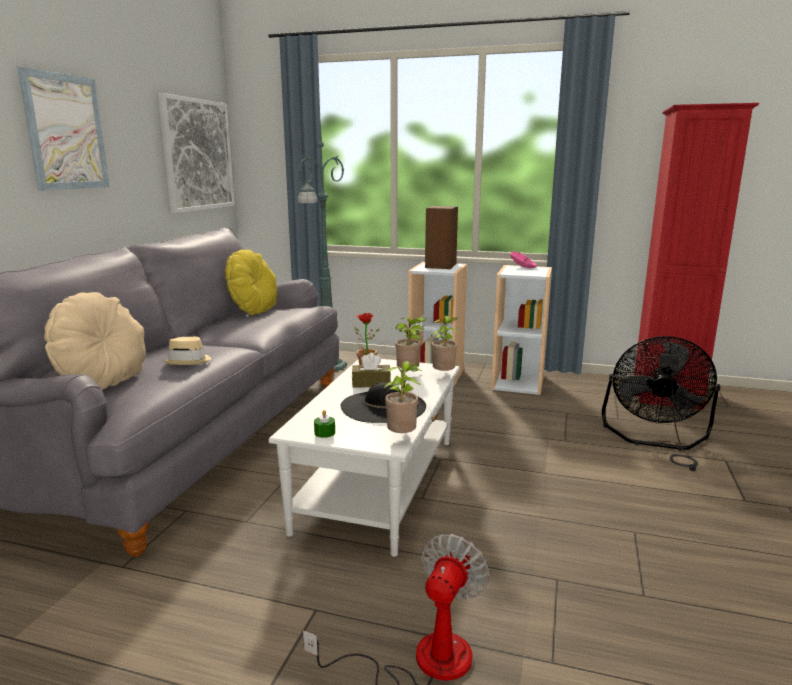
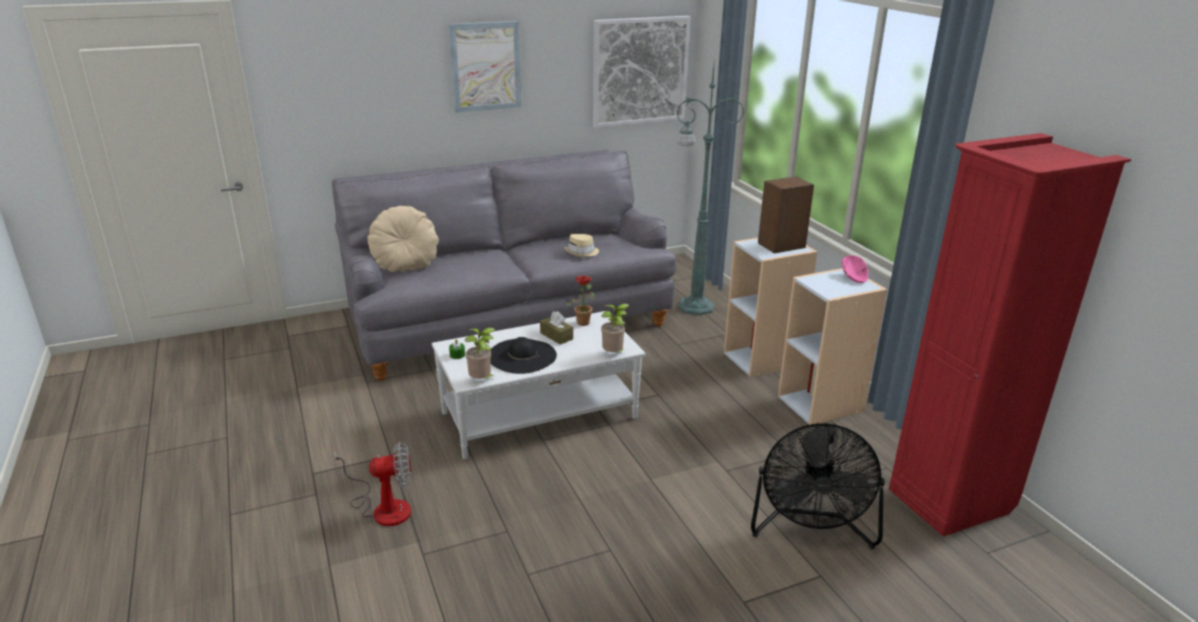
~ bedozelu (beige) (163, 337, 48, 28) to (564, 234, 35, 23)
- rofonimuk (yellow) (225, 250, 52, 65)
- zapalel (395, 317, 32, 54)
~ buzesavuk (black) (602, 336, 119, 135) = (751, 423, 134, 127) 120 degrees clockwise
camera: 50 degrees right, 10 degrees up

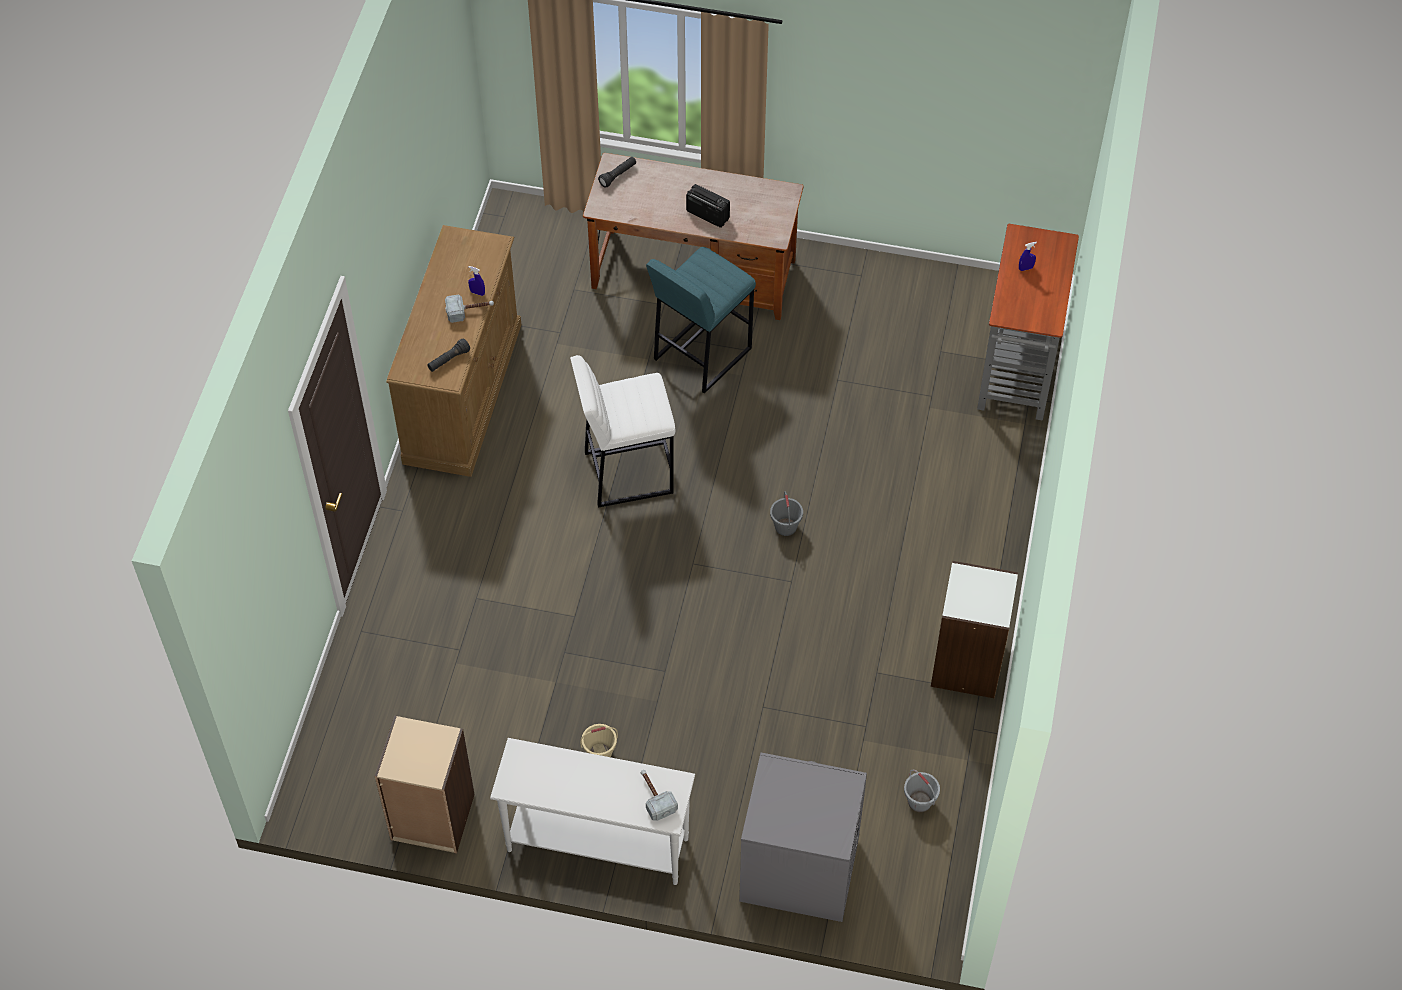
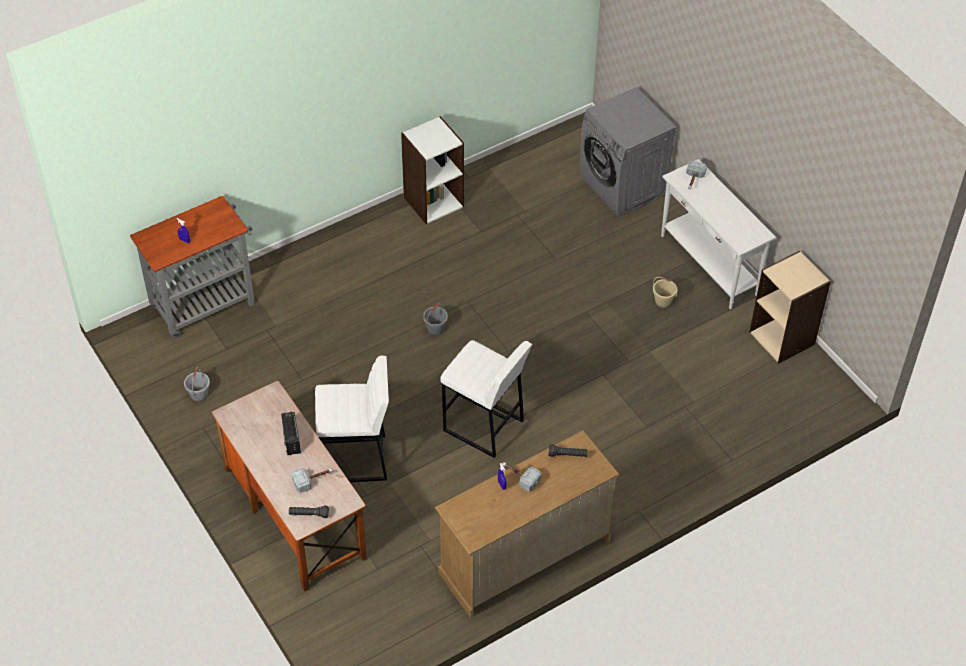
~ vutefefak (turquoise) (646, 247, 110, 147) to vutefefak (white) (315, 355, 74, 127)
~ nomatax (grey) (904, 769, 36, 43) to (184, 366, 26, 36)
+ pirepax (292, 468, 41, 25)
camera: 135 degrees left, 5 degrees down

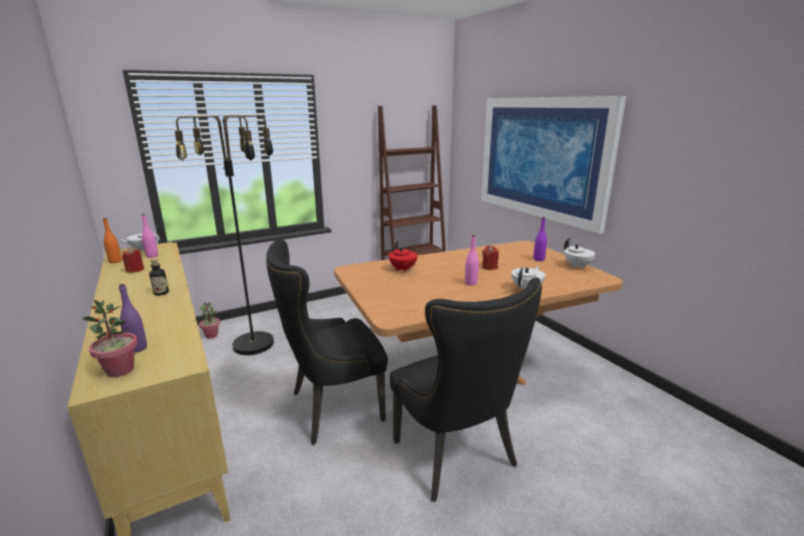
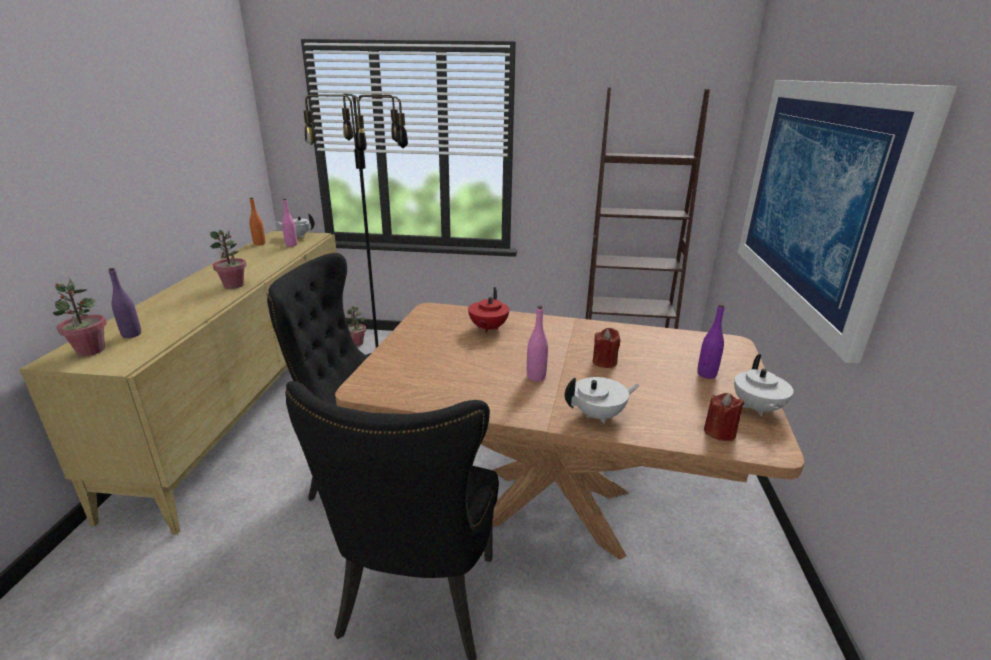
~ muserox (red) (122, 248, 22, 25) to (704, 393, 40, 48)
~ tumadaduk (149, 259, 20, 37) to zapalel (210, 230, 36, 59)
camera: 35 degrees right, 5 degrees up

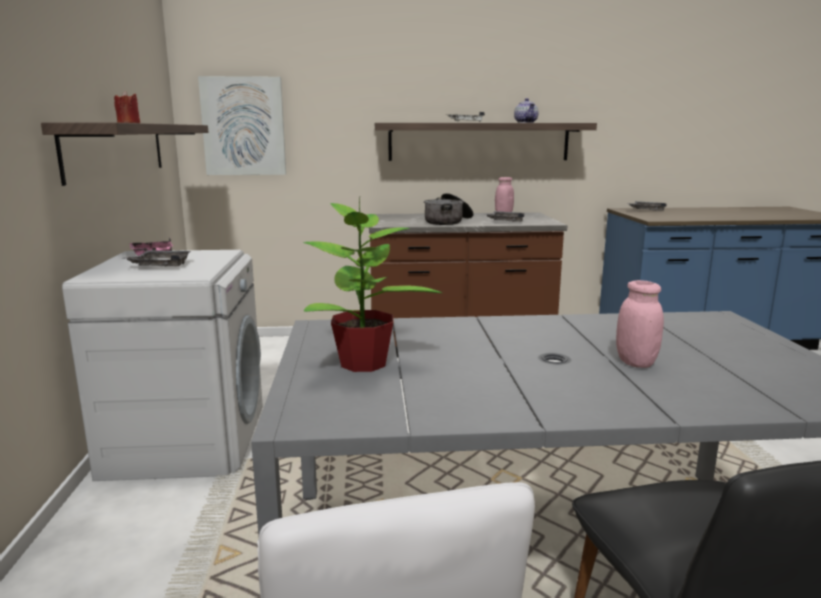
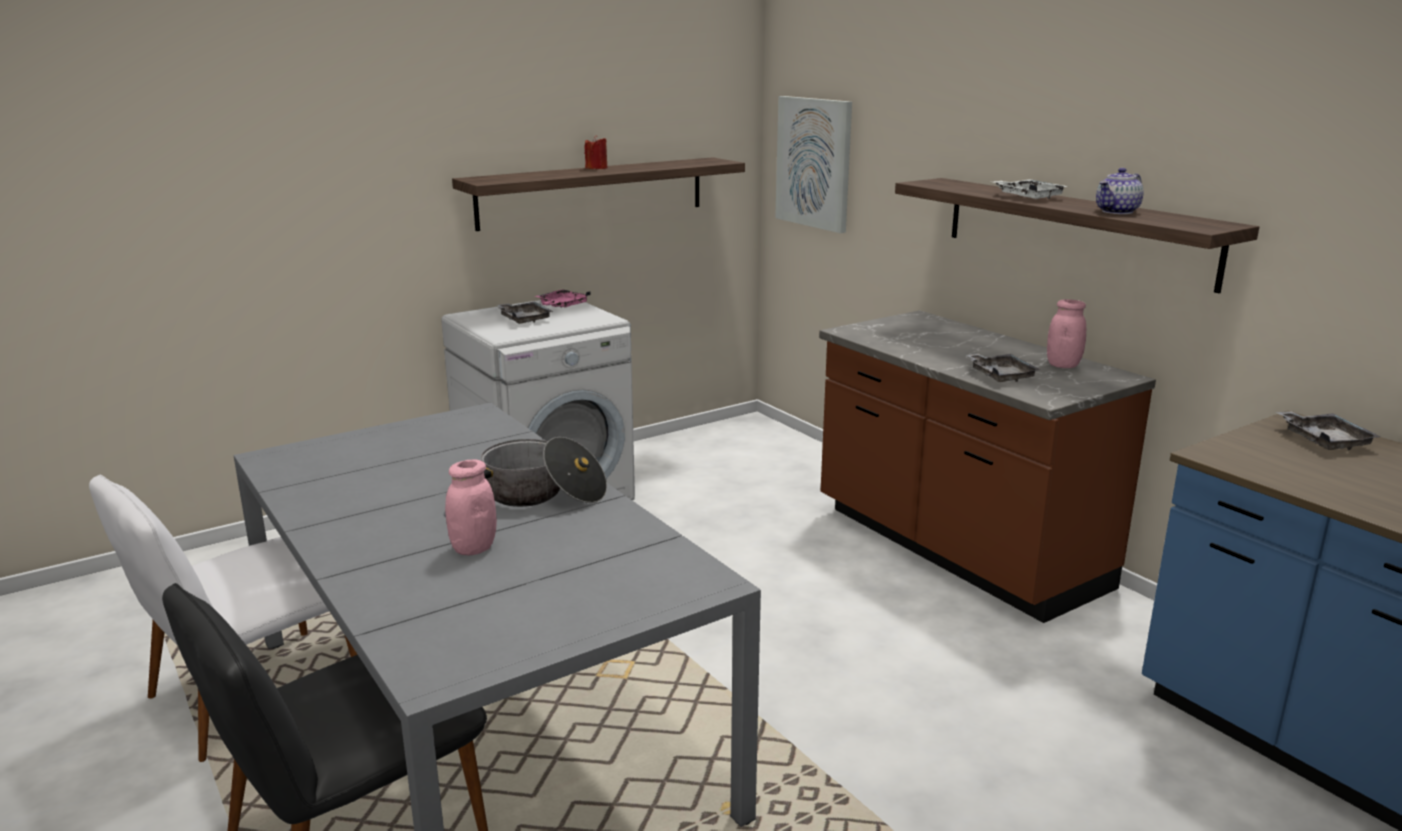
- zapalel (303, 198, 139, 174)
~ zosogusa (424, 193, 50, 32) to (481, 437, 126, 70)
camera: 60 degrees right, 5 degrees up

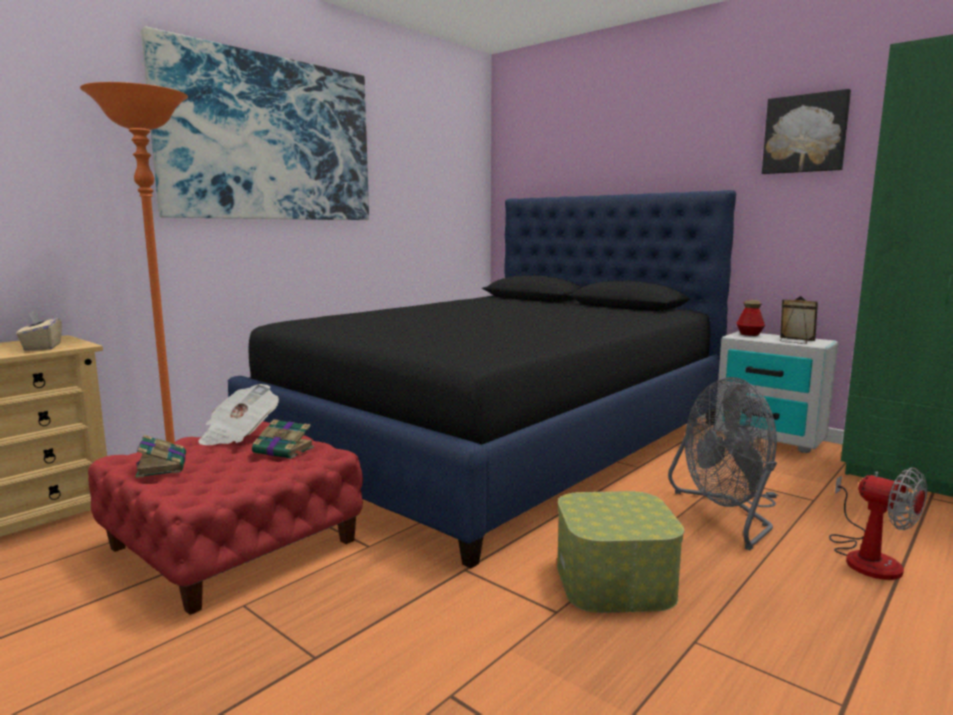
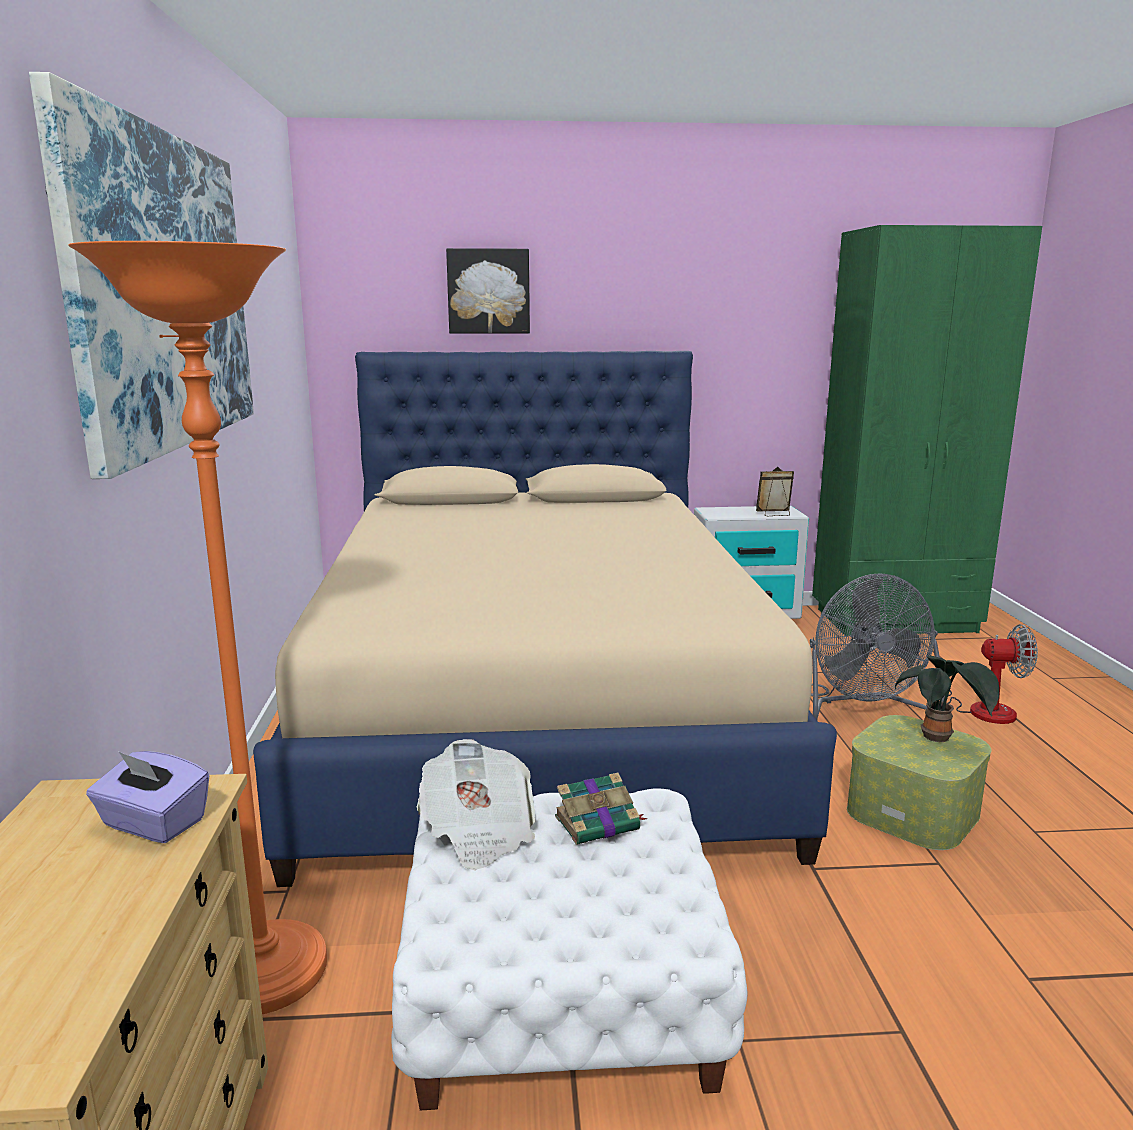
~ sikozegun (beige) (16, 310, 46, 41) to sikozegun (purple) (86, 751, 123, 92)
~ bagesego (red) (88, 421, 275, 194) to bagesego (white) (391, 789, 356, 321)
- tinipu (135, 435, 51, 43)
~ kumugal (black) (228, 190, 508, 378) to kumugal (beige) (253, 351, 584, 536)
~ buzesavuk (grey) (668, 377, 109, 173) = (810, 574, 135, 147) 45 degrees counterclockwise
- tumadaduk (736, 300, 29, 36)
~ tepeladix (762, 89, 89, 85) to (446, 248, 84, 86)
+ zapalel (895, 655, 104, 87)
camera: 45 degrees left, 5 degrees up

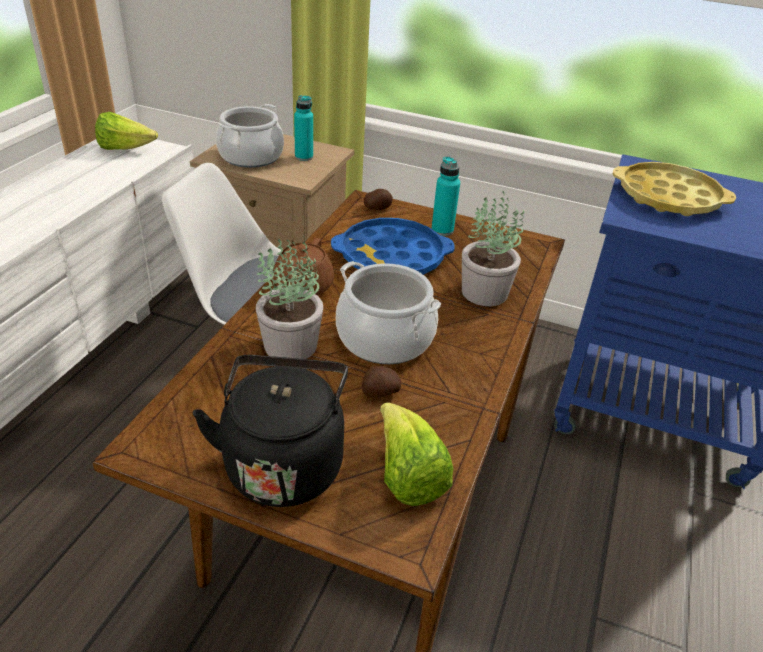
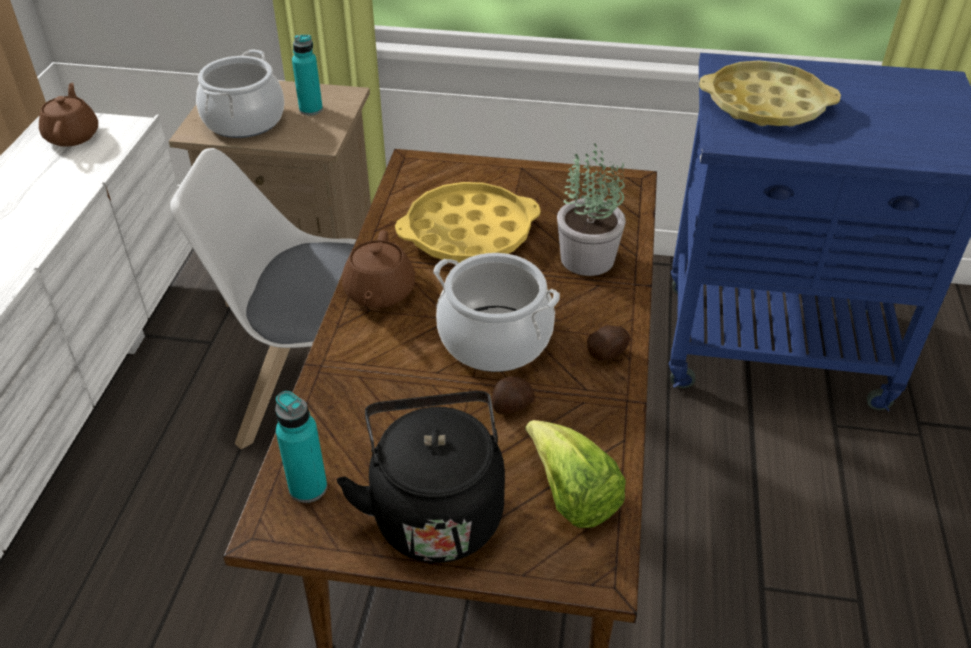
~ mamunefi (95, 112, 63, 38) to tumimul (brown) (39, 83, 59, 64)
- zapalel (256, 239, 67, 120)
~ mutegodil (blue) (331, 218, 124, 57) to mutegodil (yellow) (395, 182, 146, 81)
~ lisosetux (364, 189, 29, 21) to (587, 325, 43, 35)
~ tumadaduk (turquoise) (431, 156, 29, 80) to (275, 391, 52, 112)
camera: 10 degrees left, 5 degrees up

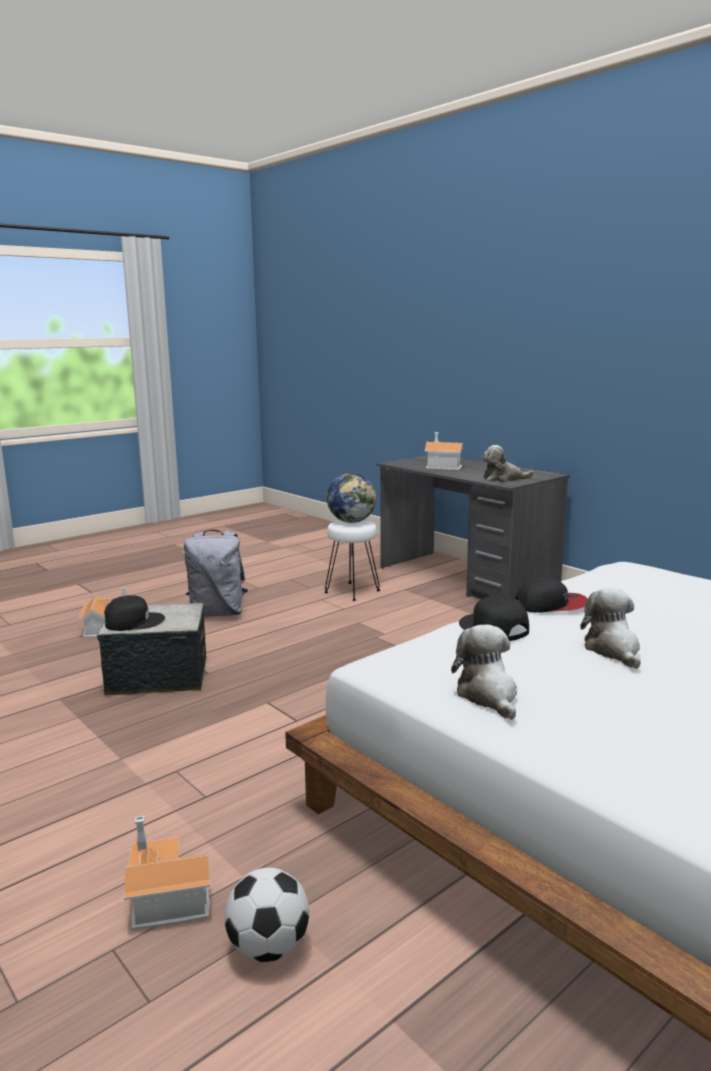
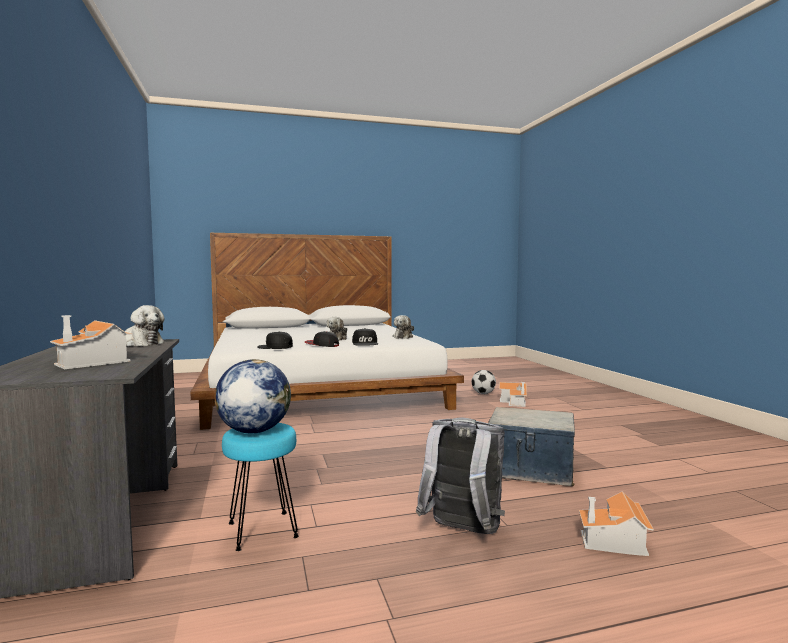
~ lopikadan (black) (104, 595, 61, 36) to (257, 332, 36, 17)
~ vutefefak (white) (324, 520, 56, 81) to vutefefak (turquoise) (222, 423, 77, 128)
camera: 155 degrees left, 10 degrees down

